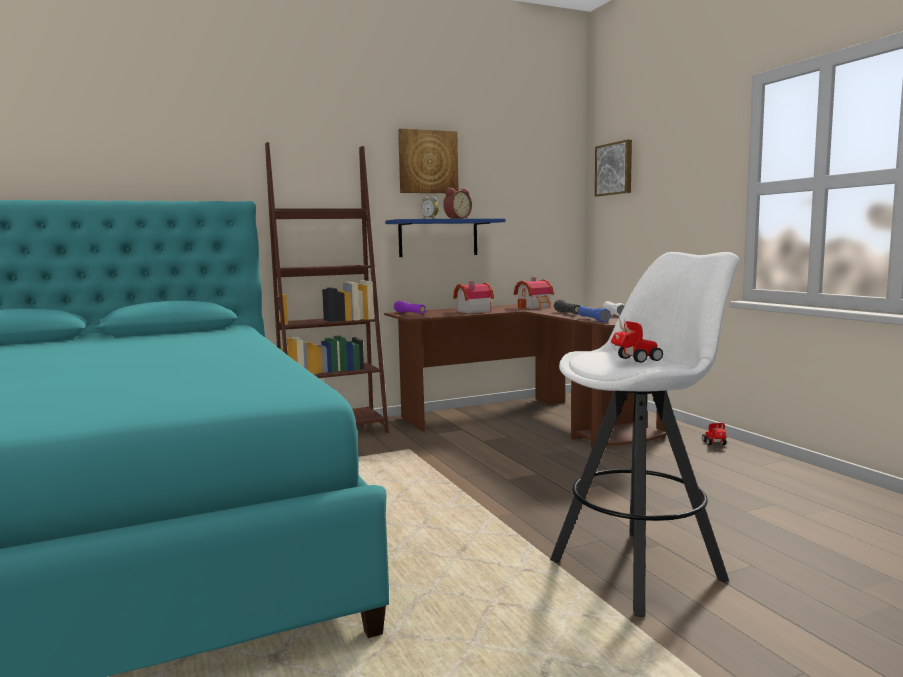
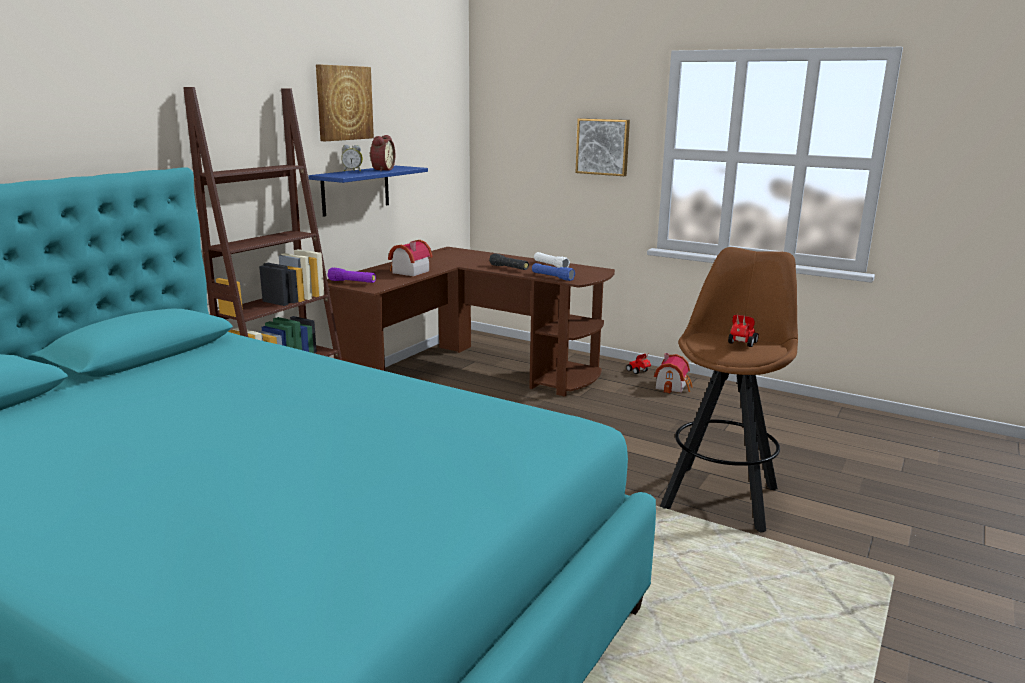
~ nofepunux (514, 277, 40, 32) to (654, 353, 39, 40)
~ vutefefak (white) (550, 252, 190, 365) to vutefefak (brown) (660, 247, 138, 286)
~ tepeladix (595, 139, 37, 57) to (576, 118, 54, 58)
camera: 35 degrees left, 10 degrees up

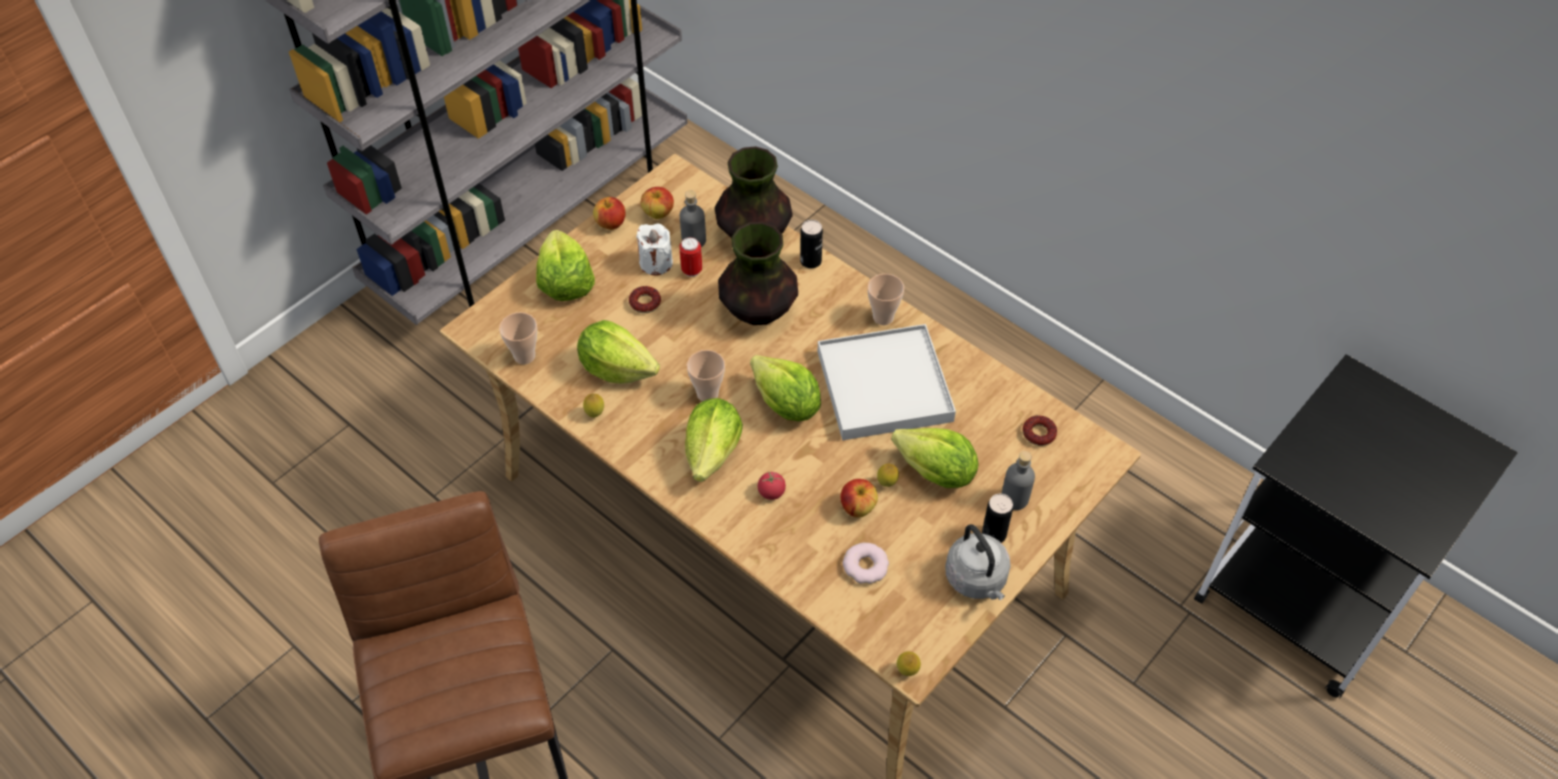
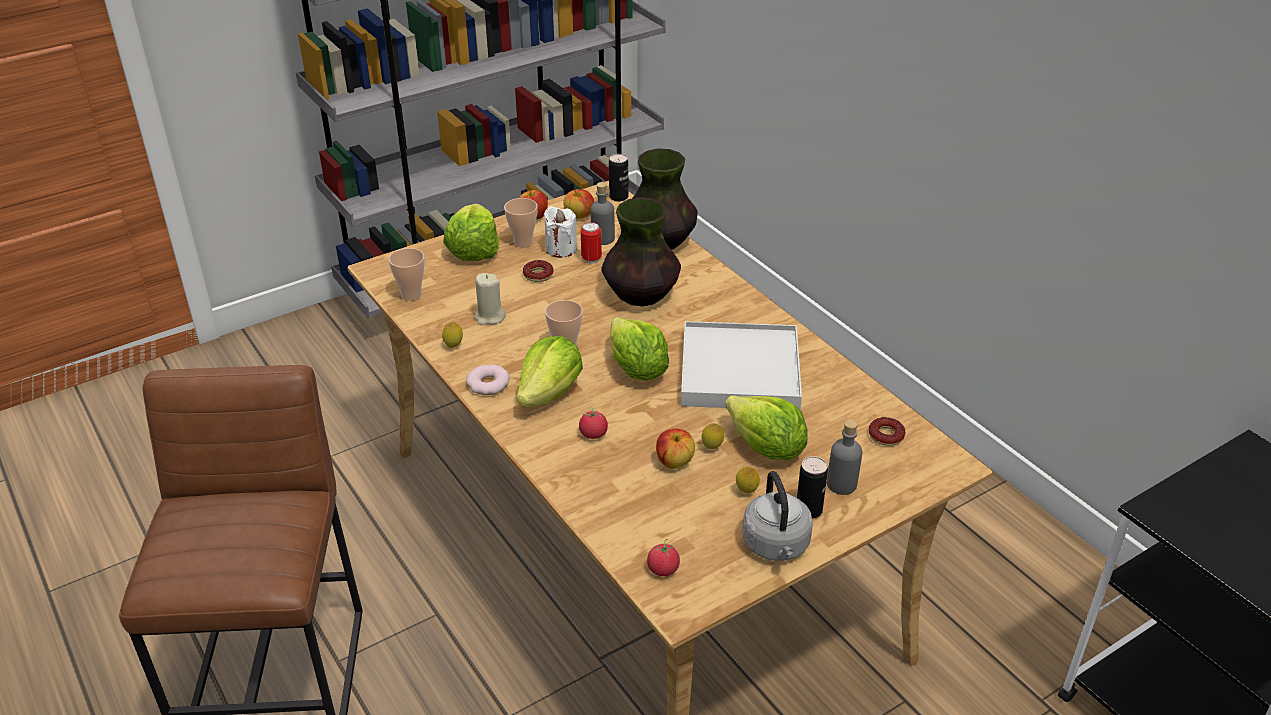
~ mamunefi (577, 320, 83, 64) to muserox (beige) (474, 273, 32, 52)
~ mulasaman (800, 220, 23, 48) to (609, 154, 19, 48)
~ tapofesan (842, 542, 47, 42) to (466, 364, 44, 31)
~ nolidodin (868, 274, 36, 51) to (504, 198, 34, 50)
~ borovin (897, 651, 24, 25) to (736, 467, 24, 26)
+ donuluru (647, 539, 33, 37)
camera: 15 degrees right, 15 degrees down

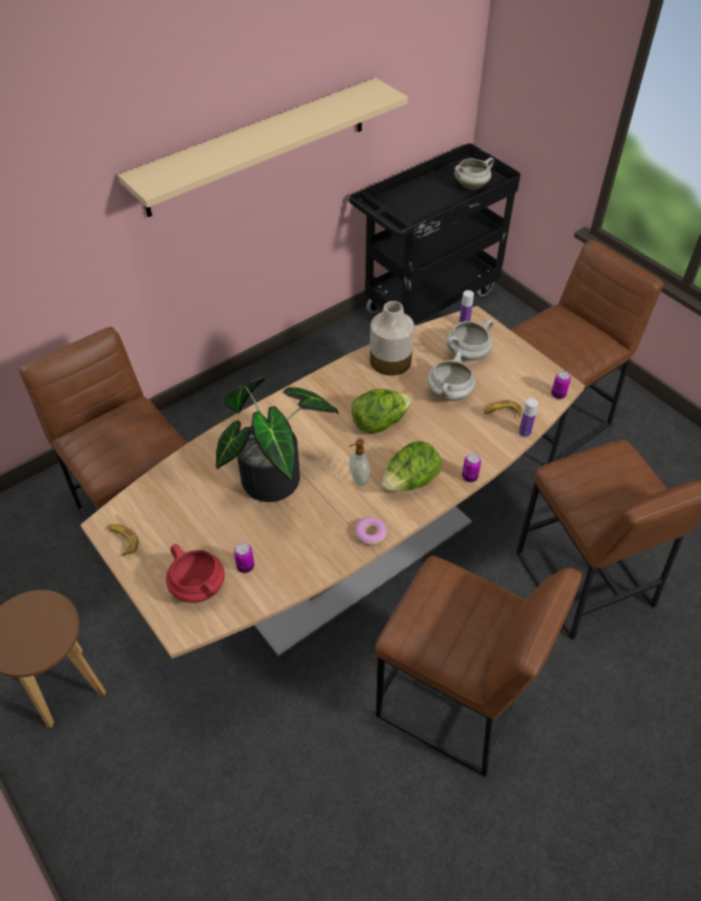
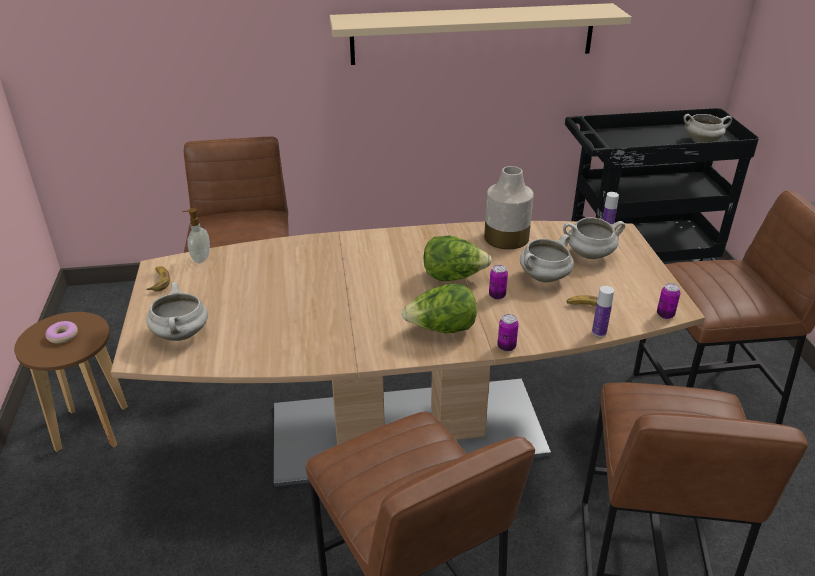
~ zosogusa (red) (166, 544, 59, 59) to zosogusa (white) (146, 282, 62, 59)
- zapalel (216, 376, 123, 126)
~ mulasaman (234, 542, 20, 31) to (489, 265, 19, 34)
~ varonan (349, 439, 21, 47) to (183, 208, 27, 55)
~ tapofesan (355, 517, 32, 29) to (46, 321, 32, 23)
camera: 30 degrees right, 15 degrees down

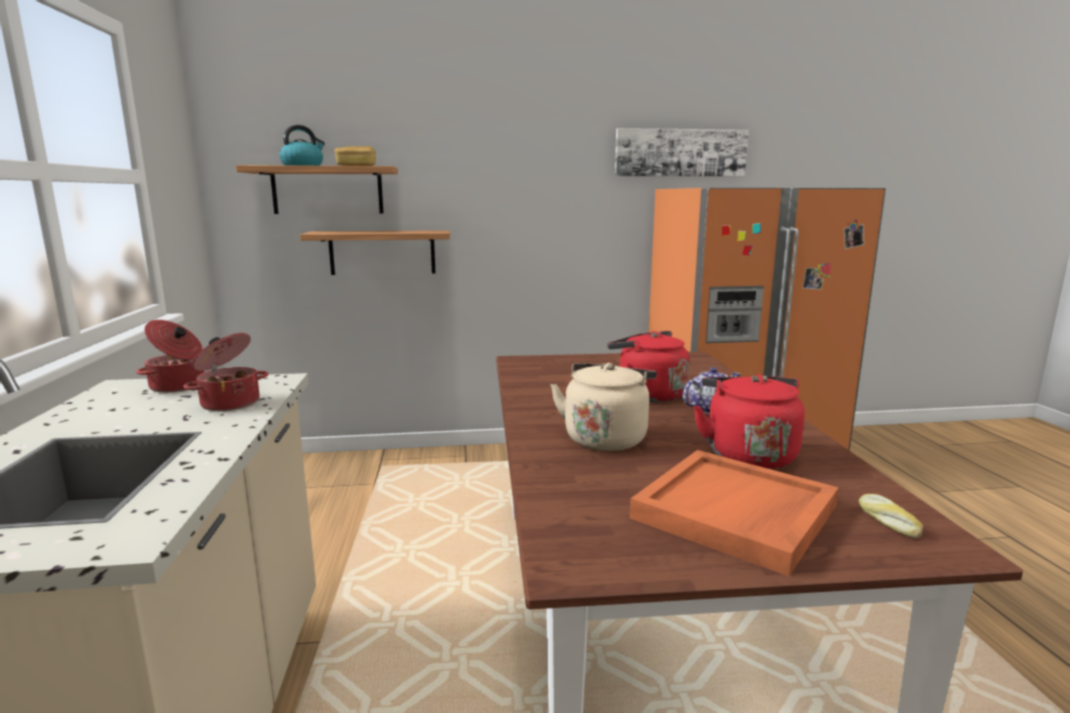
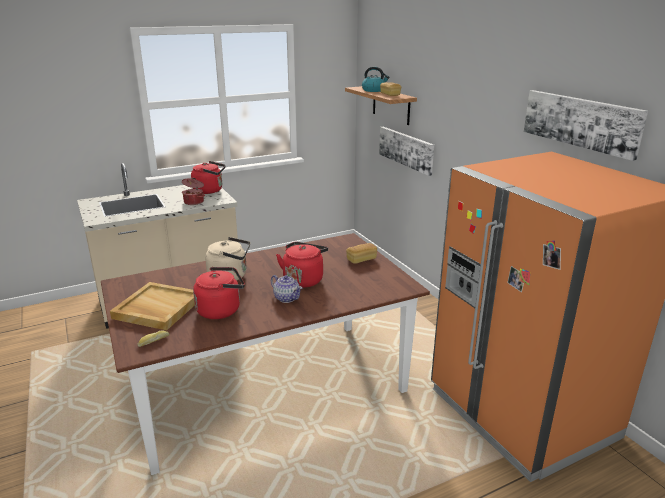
~ zosogusa (136, 320, 68, 73) to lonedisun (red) (191, 161, 35, 33)
~ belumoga (300, 230, 150, 45) to tepeladix (379, 127, 55, 49)
~ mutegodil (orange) (630, 450, 209, 126) to mutegodil (beige) (110, 282, 85, 48)
+ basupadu (346, 243, 31, 21)
camera: 70 degrees right, 10 degrees up

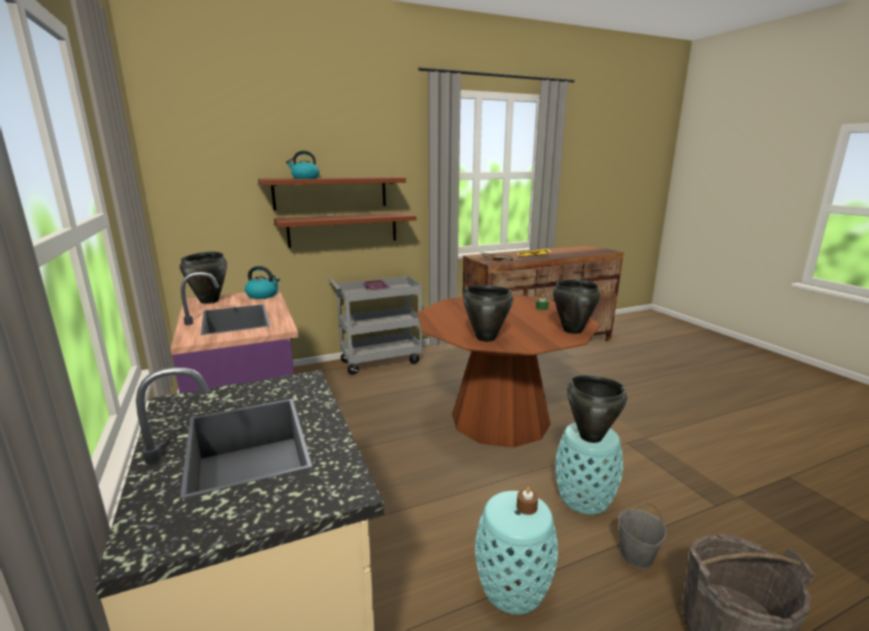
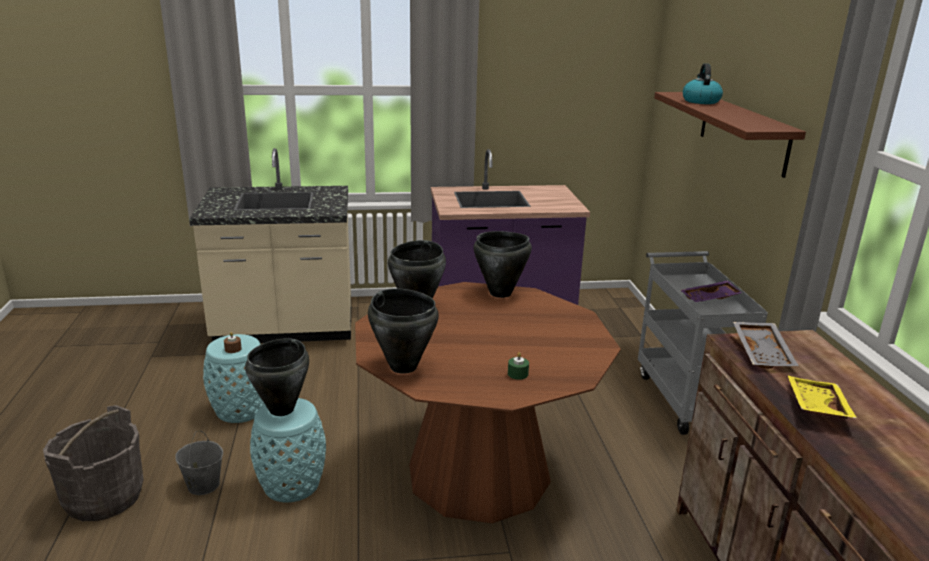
~ zosogusa (black) (180, 251, 47, 53) to (474, 231, 58, 67)
- lonedisun (245, 266, 35, 33)
- belumoga (brown) (274, 212, 142, 36)
camera: 105 degrees right, 5 degrees up

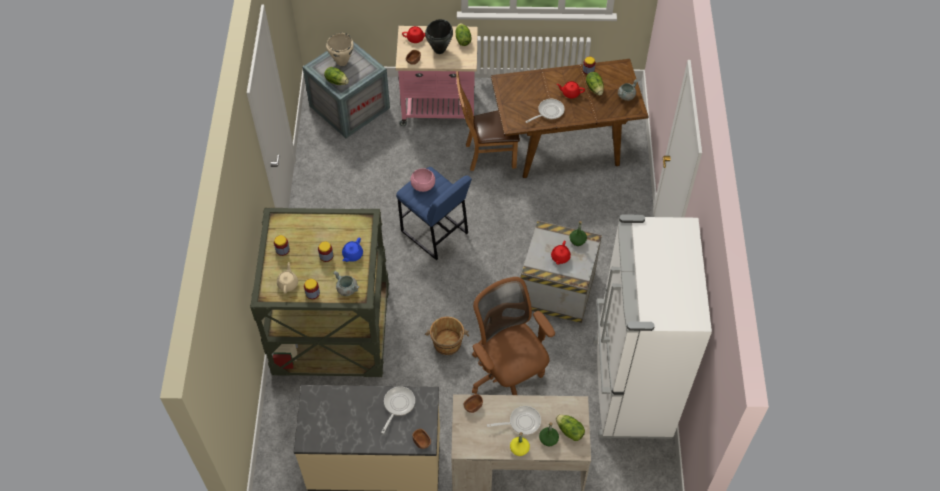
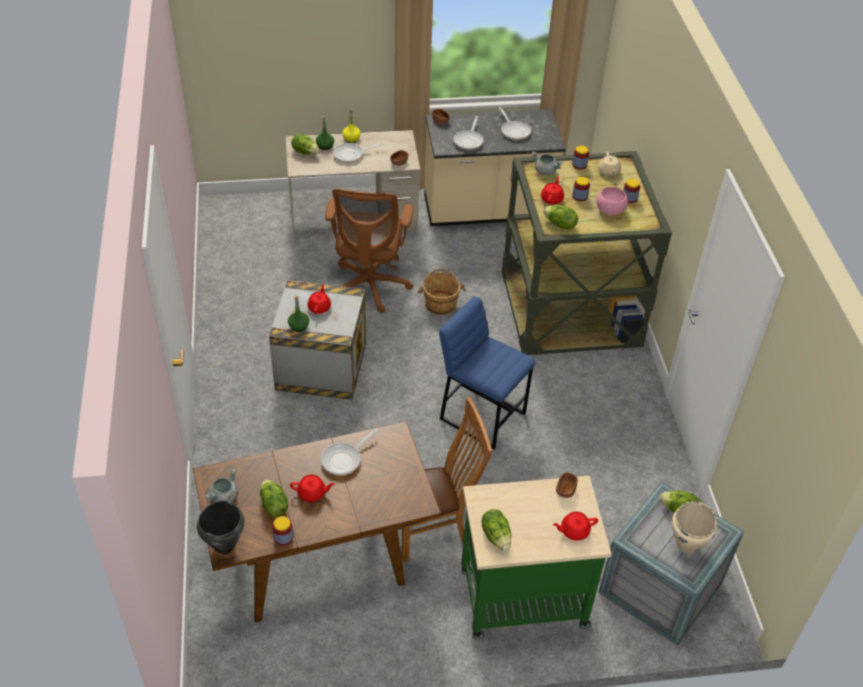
~ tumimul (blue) (342, 237, 21, 25) to tumimul (red) (541, 177, 23, 28)
~ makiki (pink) (396, 26, 82, 101) to makiki (green) (461, 476, 150, 164)
~ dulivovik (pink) (411, 168, 24, 24) to (597, 187, 31, 28)
~ zosogusa (black) (425, 19, 28, 35) to (197, 500, 47, 54)
~ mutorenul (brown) (472, 277, 83, 118) = (325, 189, 88, 124) 45 degrees clockwise
- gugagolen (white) (593, 214, 119, 225)
+ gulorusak (499, 107, 32, 33)
+ mamunefi (543, 205, 35, 25)
camera: 170 degrees right, 10 degrees down

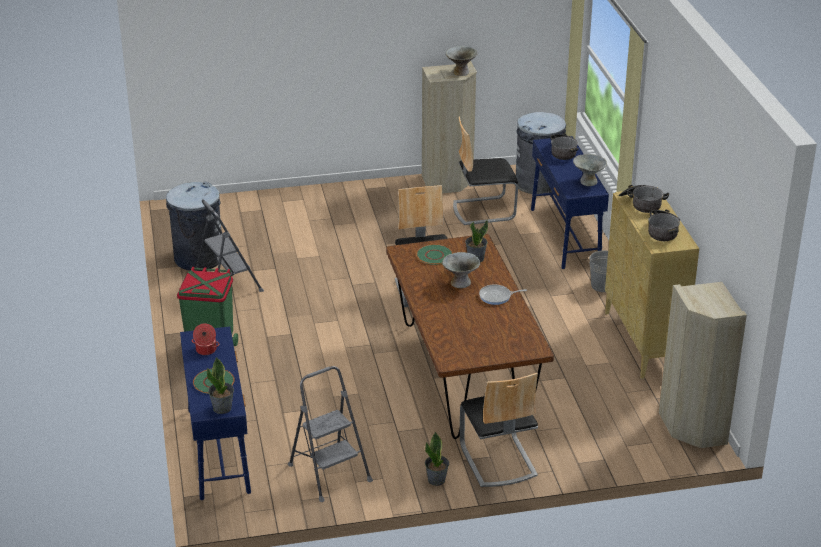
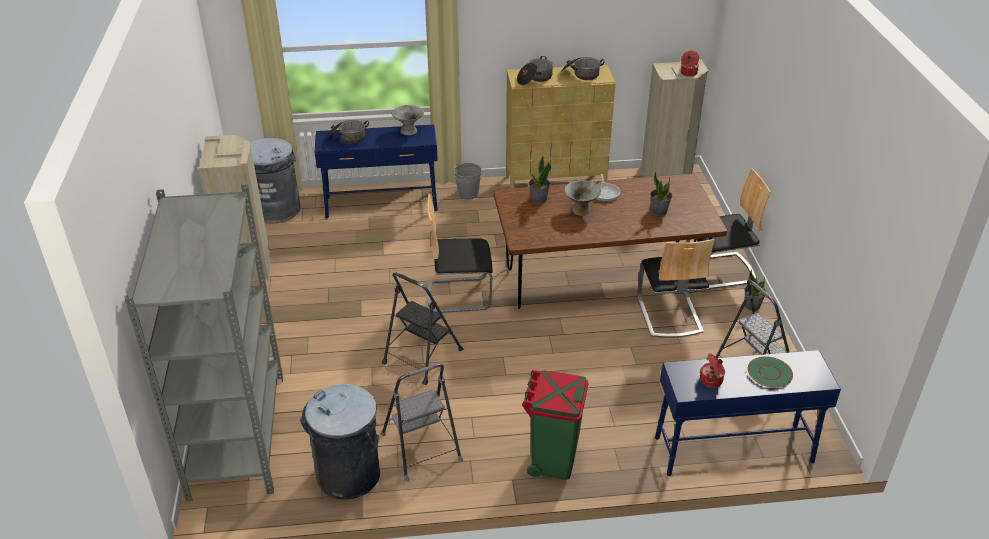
~ zapalel (207, 357, 27, 57) to (650, 172, 22, 44)
- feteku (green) (416, 244, 37, 21)
- dulivovik (grey) (446, 46, 32, 30)
~ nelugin (453, 116, 65, 109) to (637, 239, 78, 99)
+ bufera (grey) (125, 184, 158, 317)
+ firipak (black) (382, 273, 82, 112)
+ zosogusa (681, 51, 18, 26)
camera: 85 degrees left, 5 degrees up

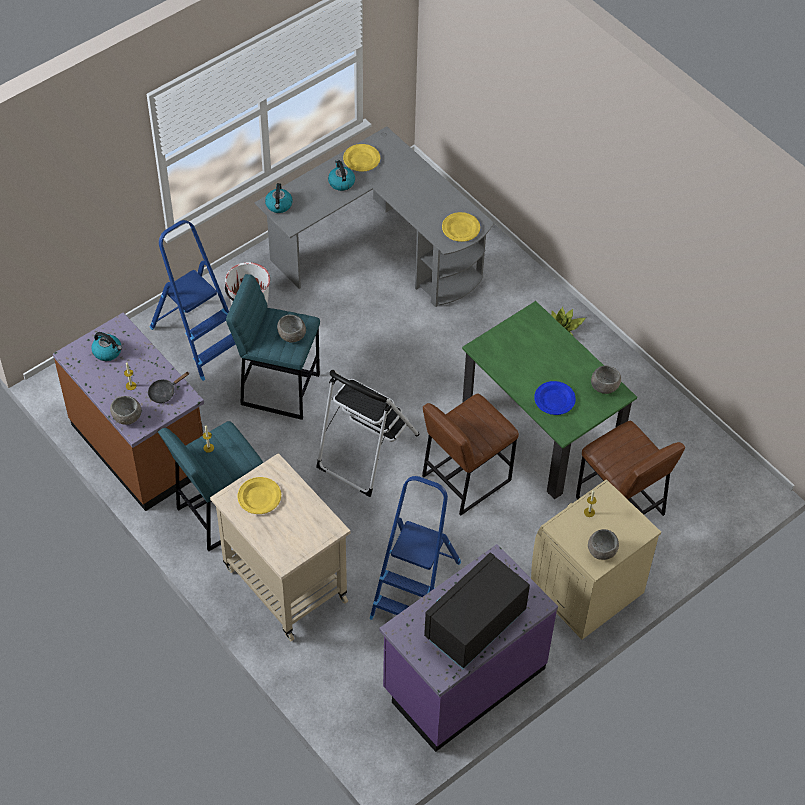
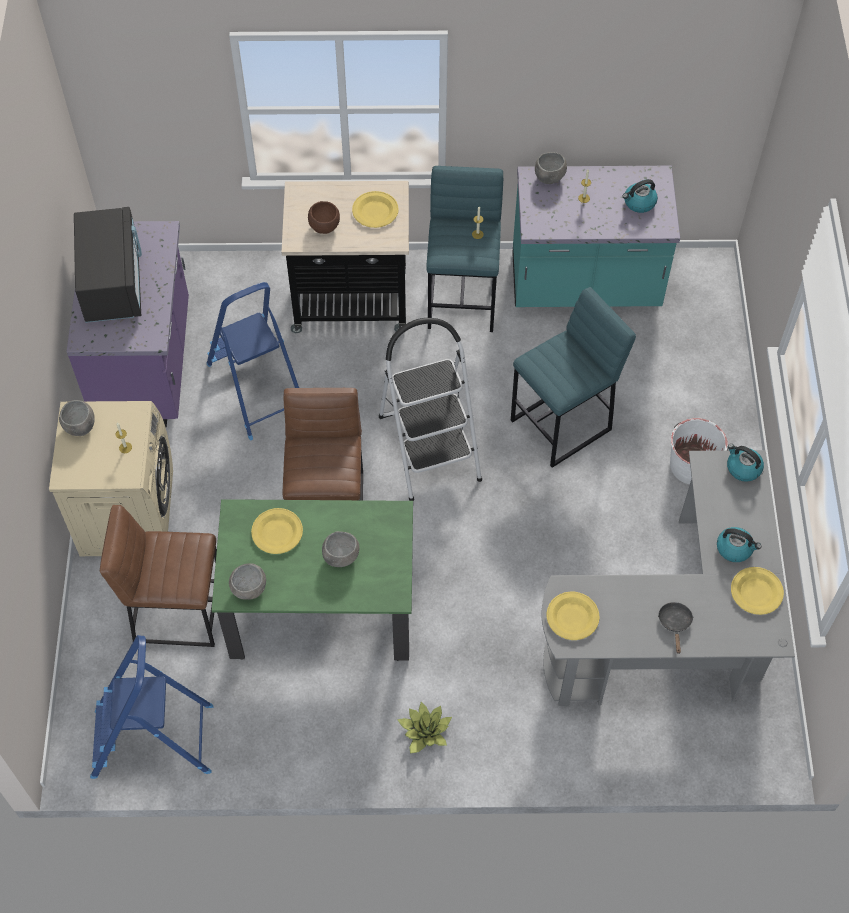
~ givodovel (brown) (53, 312, 151, 199) to givodovel (turquoise) (512, 166, 168, 141)
~ gulorusak (black) (148, 372, 42, 31) to (658, 602, 35, 52)
~ firipak (blue) (150, 220, 85, 161) to (90, 635, 123, 144)
~ makiki (beige) (210, 453, 141, 188) to makiki (black) (282, 181, 127, 152)
~ dulivovik (grey) (277, 315, 29, 28) to (322, 531, 38, 36)
~ feteku (blue) (534, 381, 42, 34) to feteku (yellow) (251, 508, 52, 46)
+ dulivovik (brown) (308, 201, 32, 33)
camera: 130 degrees right, 5 degrees up

